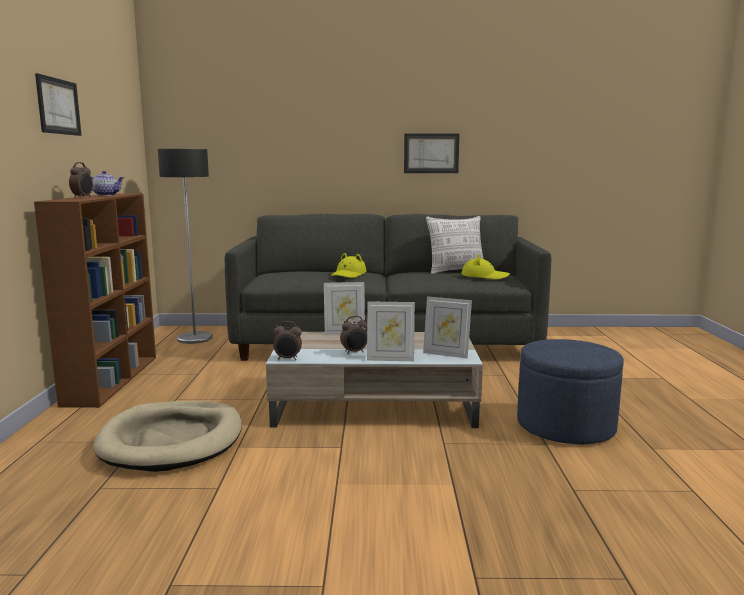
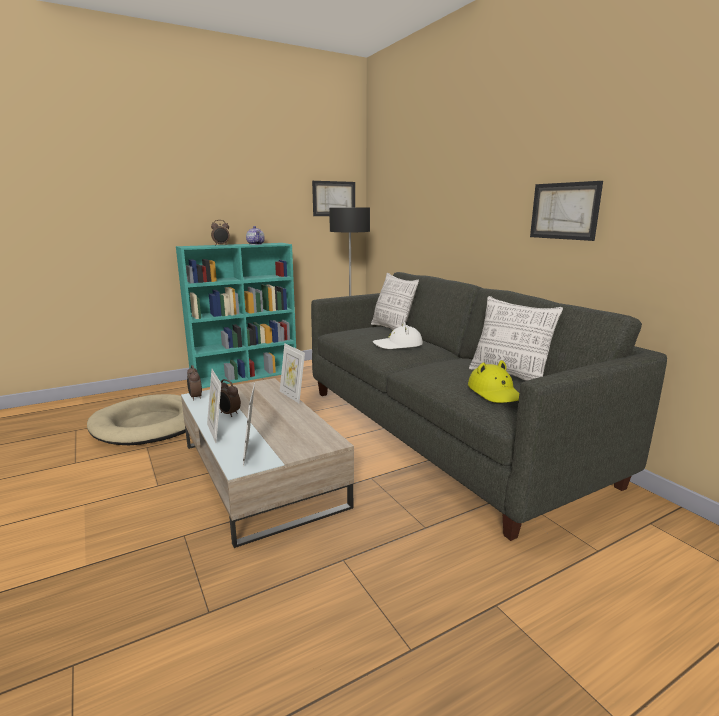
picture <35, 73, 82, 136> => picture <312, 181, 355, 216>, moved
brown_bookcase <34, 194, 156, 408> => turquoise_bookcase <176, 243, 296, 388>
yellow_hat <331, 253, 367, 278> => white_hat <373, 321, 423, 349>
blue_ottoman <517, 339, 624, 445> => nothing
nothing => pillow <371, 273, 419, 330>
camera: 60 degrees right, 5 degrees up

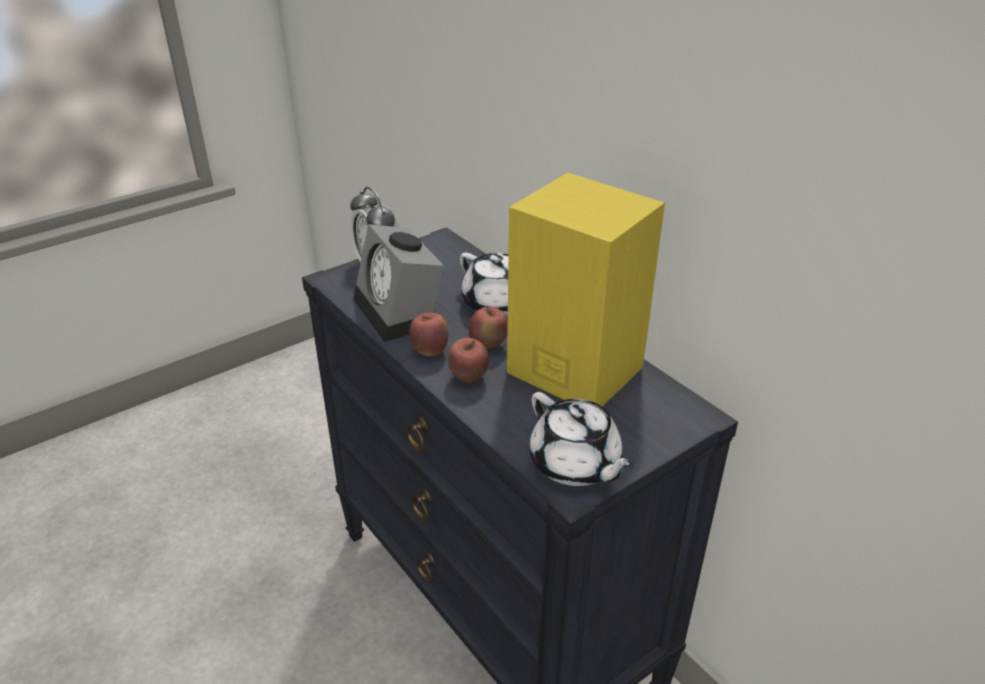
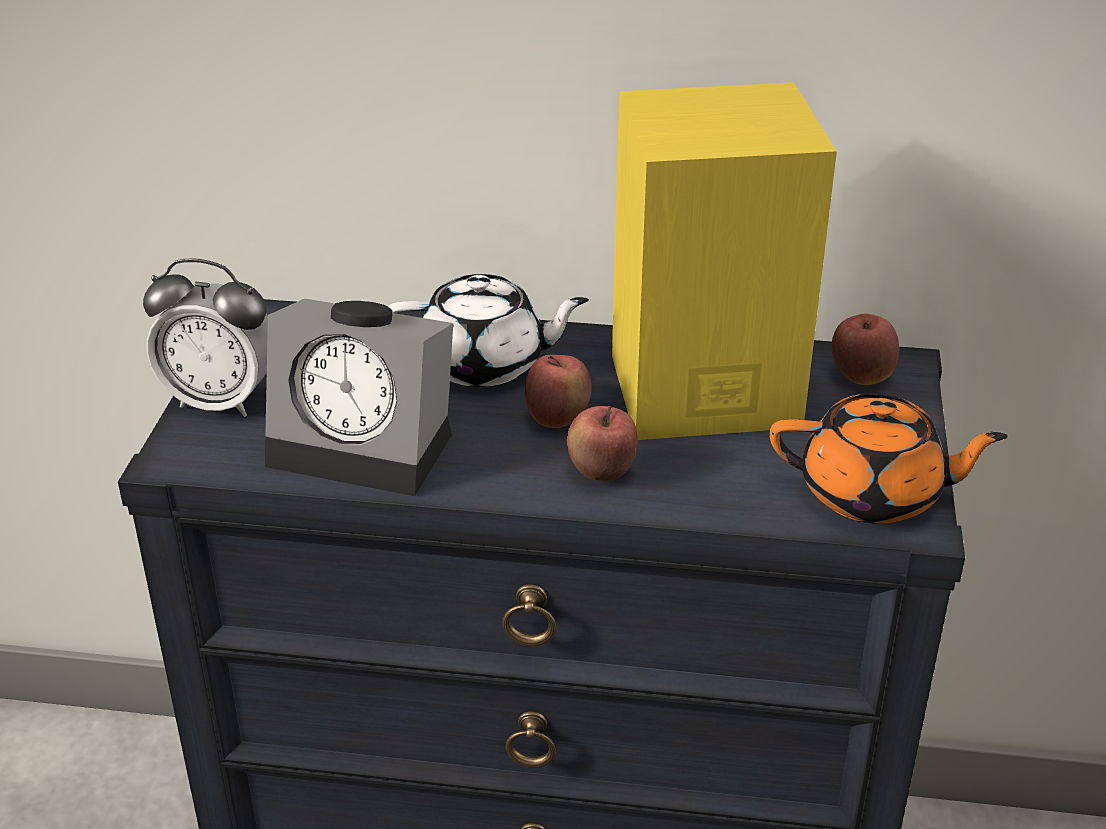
apple <409, 313, 449, 356> => apple <832, 314, 899, 385>, moved
white_teapot <529, 392, 635, 486> => orange_teapot <770, 393, 1008, 524>
camera: 45 degrees left, 0 degrees up

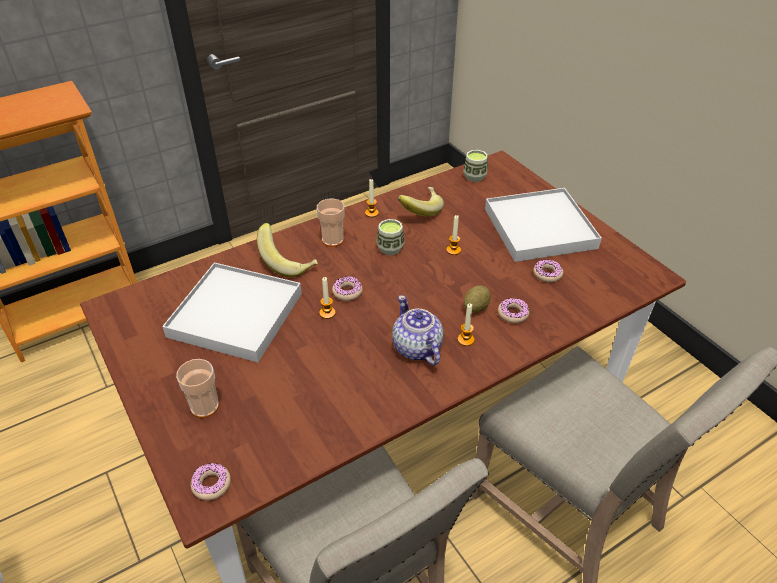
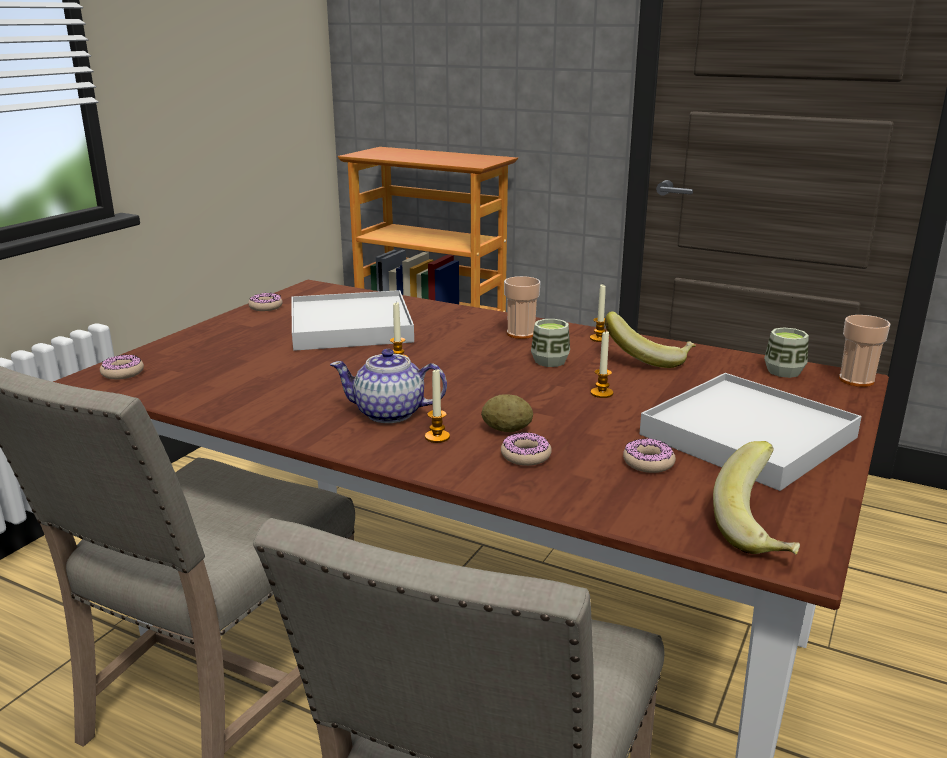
banana <257, 223, 318, 278> => banana <713, 441, 800, 555>, moved
donut <332, 276, 363, 301> => donut <248, 293, 283, 311>, moved
teapot <392, 295, 443, 365> => teapot <330, 349, 447, 423>, 120 degrees counterclockwise
cup <176, 359, 219, 418> => cup <839, 315, 890, 387>, moved
camera: 60 degrees right, 20 degrees down

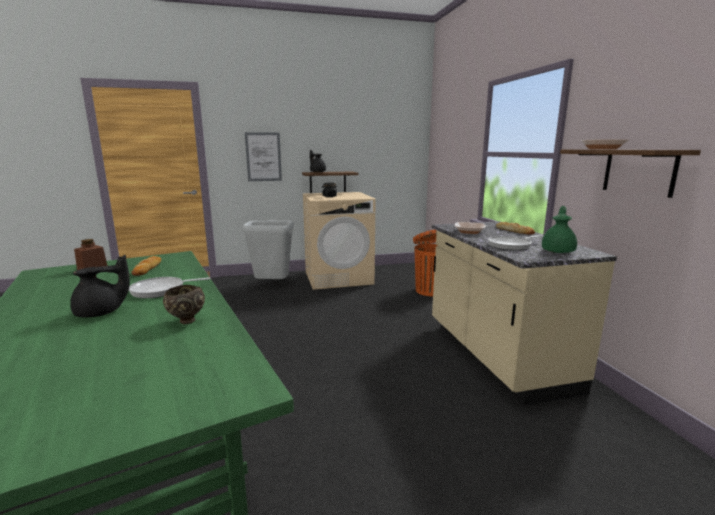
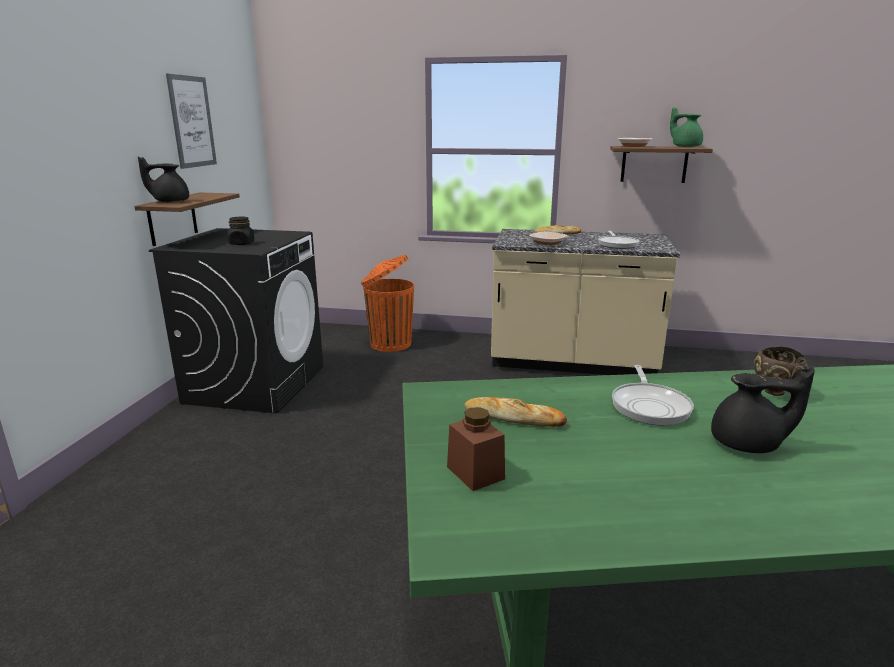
picture <245, 132, 282, 181> => picture <166, 73, 217, 169>, moved
beige_washing_machine <303, 192, 376, 290> => black_washing_machine <149, 228, 323, 413>
green_teapot <542, 206, 577, 253> => green_teapot <670, 107, 703, 147>, moved
grey_trash_can <242, 221, 294, 279> => nothing
black_teapot <70, 255, 130, 317> => black_teapot <711, 367, 815, 453>, 105 degrees clockwise
camera: 65 degrees left, 5 degrees up

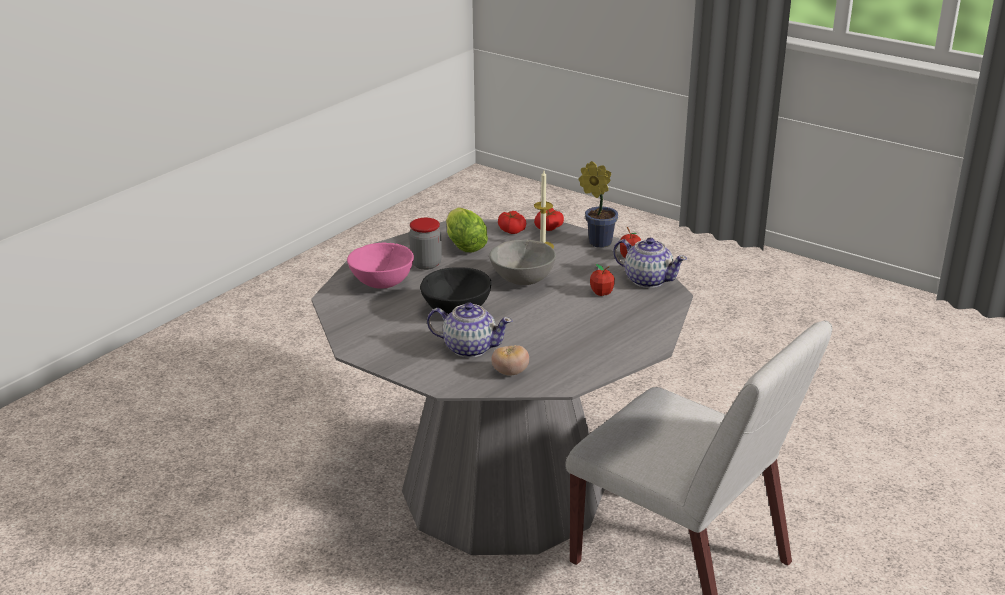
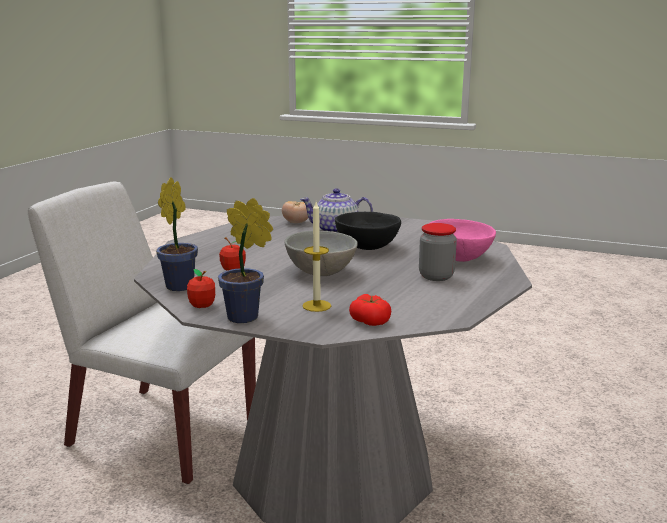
lettuce <446, 207, 488, 252> => nothing
tomato <534, 208, 564, 231> => nothing
teapot <613, 238, 687, 288> => potted_plant <156, 177, 198, 291>
camera: 165 degrees right, 10 degrees down

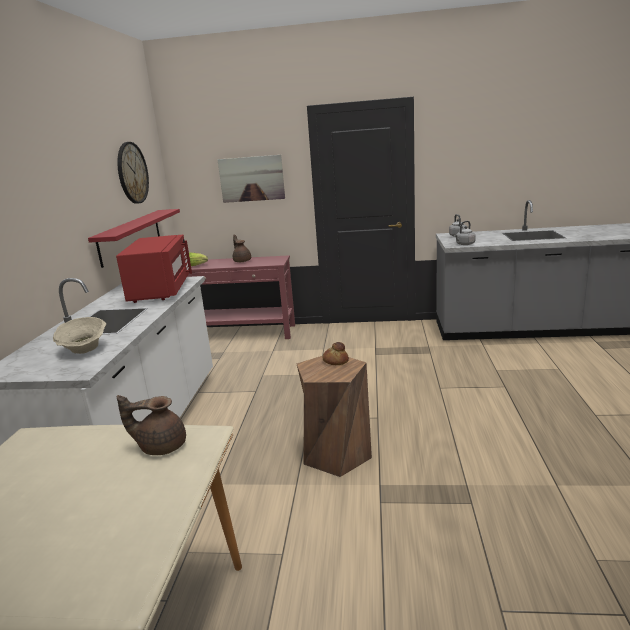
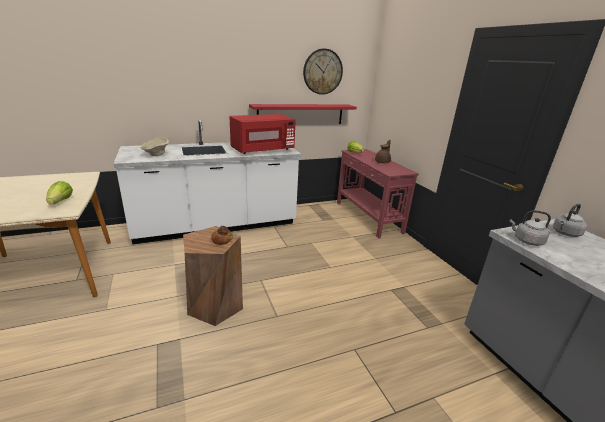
picture <217, 155, 285, 203> => nothing
brown_teapot <117, 395, 186, 455> => lettuce <46, 181, 73, 204>
camera: 60 degrees right, 5 degrees up

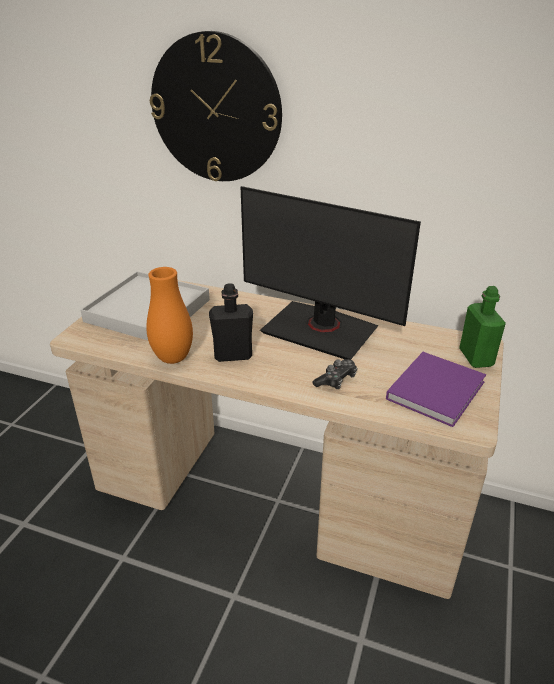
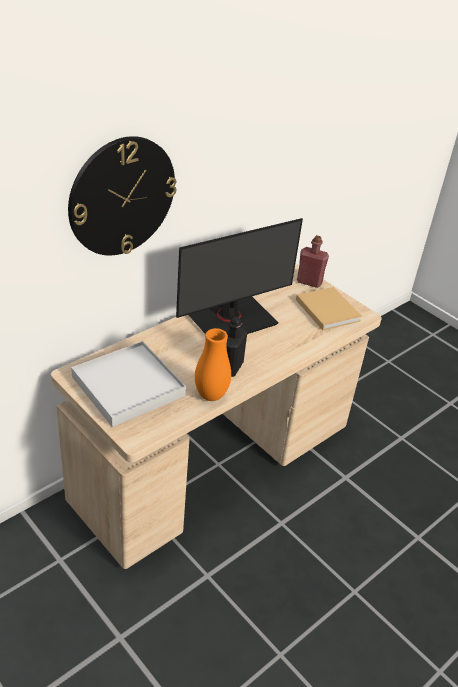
green_bottle <459, 286, 506, 368> => red_bottle <297, 235, 329, 288>
purple_book <386, 352, 486, 427> => beige_book <296, 287, 362, 330>
game_controller <312, 359, 357, 389> => nothing
camera: 65 degrees left, 5 degrees up

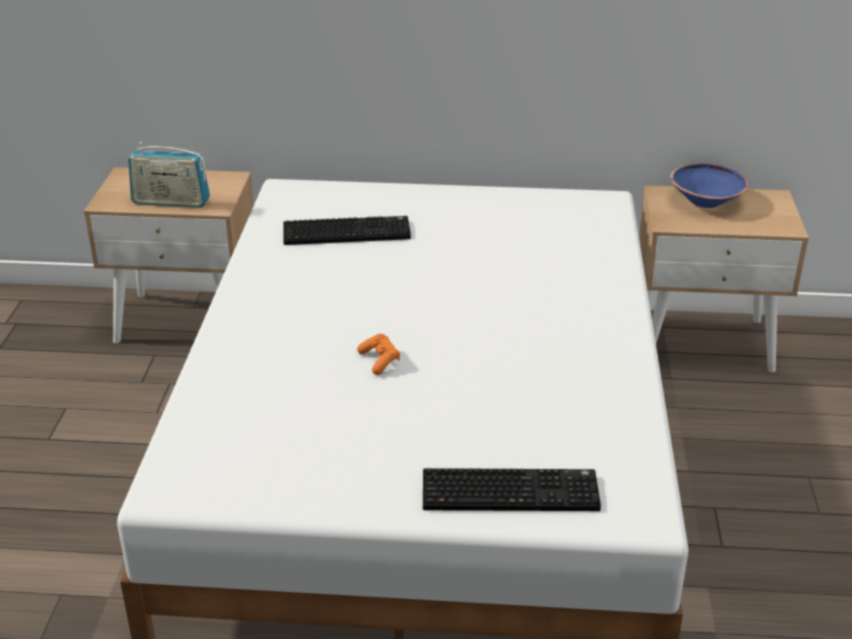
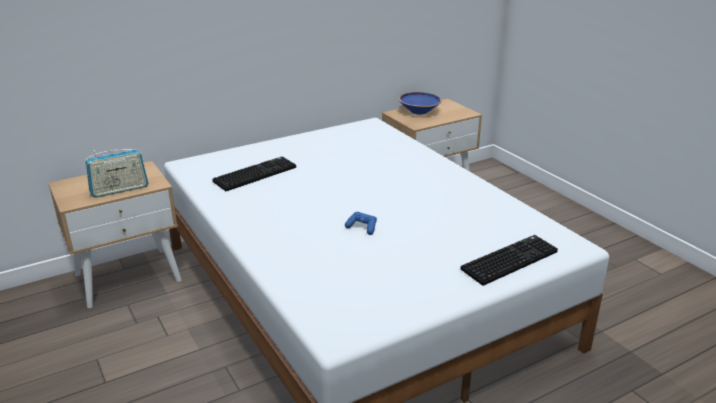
orange_game_controller <357, 334, 400, 375> => blue_game_controller <345, 212, 377, 235>
camera: 35 degrees left, 5 degrees down

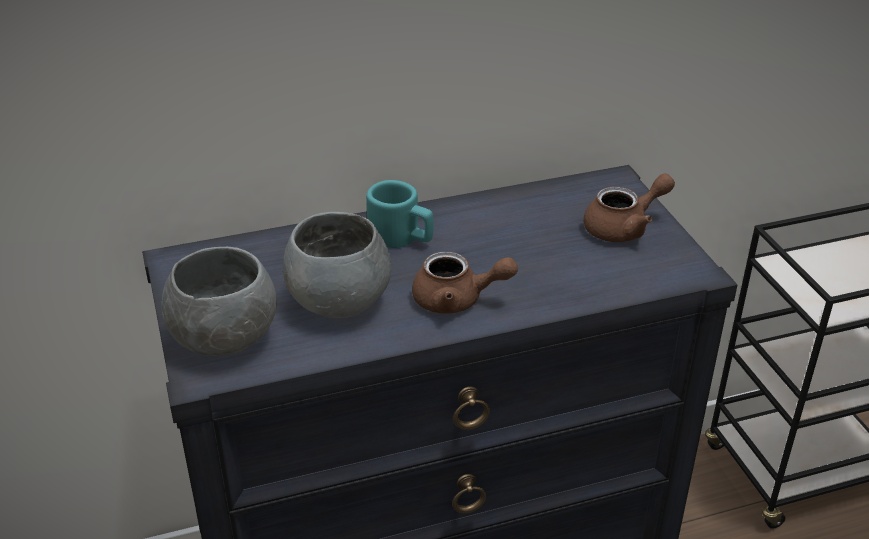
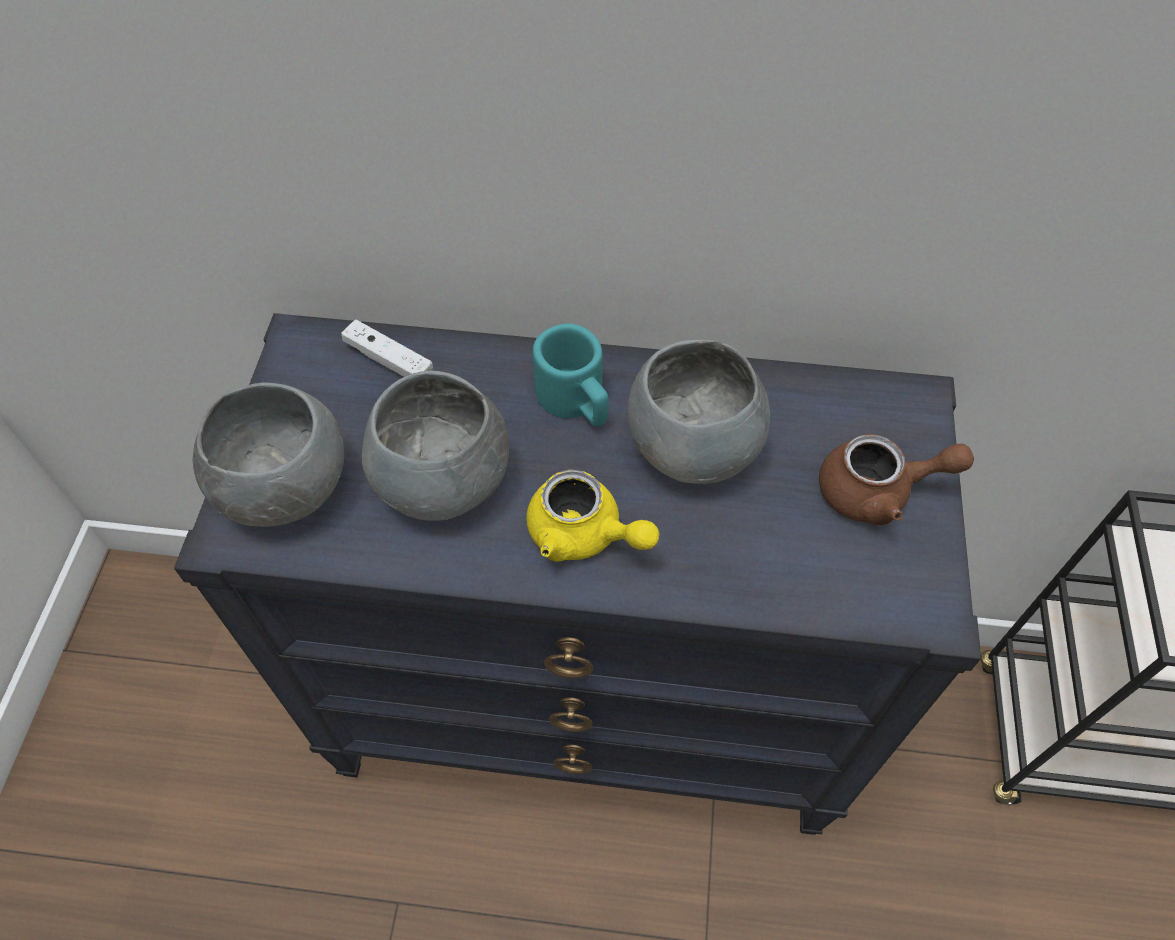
brown_teapot <412, 252, 518, 314> => yellow_teapot <526, 470, 659, 562>
nothing => white_game_controller <341, 320, 433, 377>
nothing => grey_bowl <627, 340, 770, 484>
camera: 25 degrees right, 20 degrees up

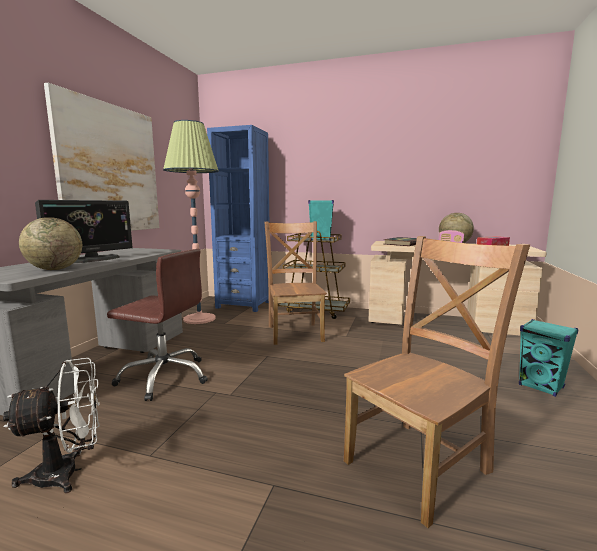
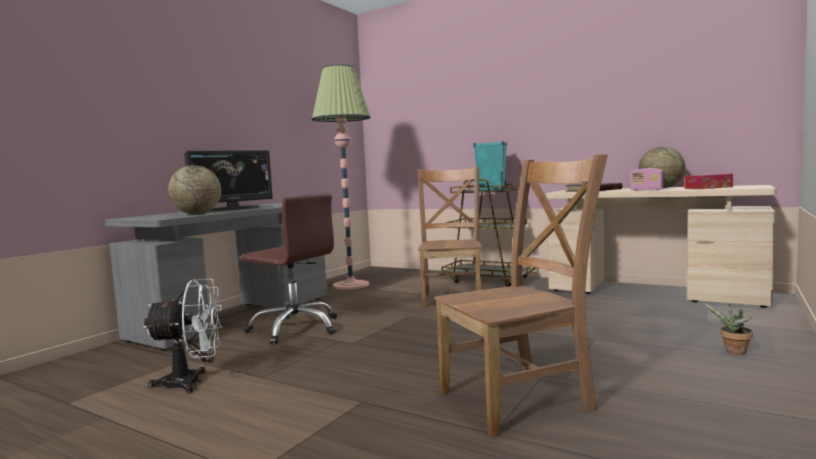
picture <44, 83, 159, 231> => nothing
blue_bookcase <207, 125, 269, 312> => nothing
turquoise_speaker <519, 319, 578, 397> => potted_plant <701, 301, 753, 355>
camera: 15 degrees right, 5 degrees down

